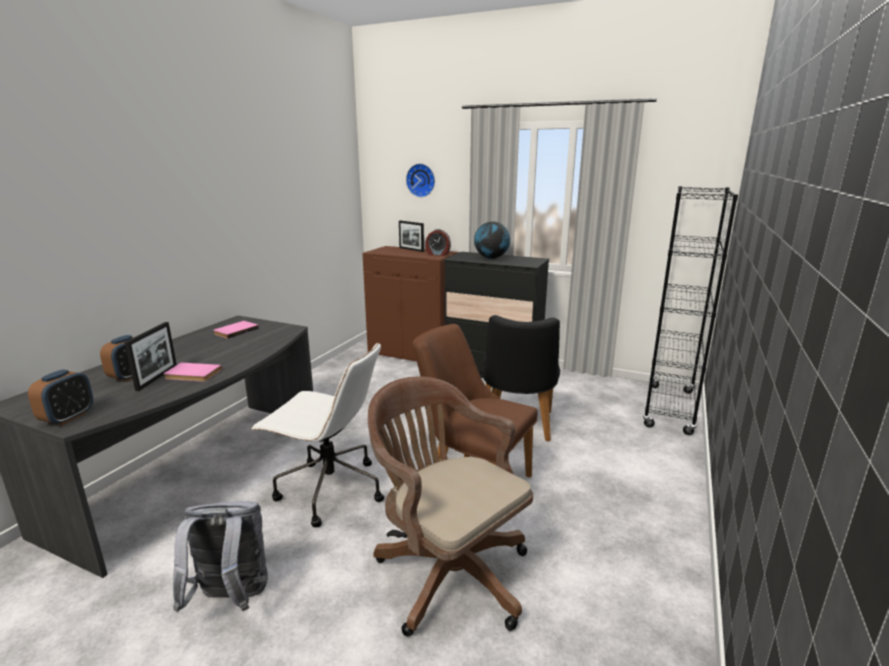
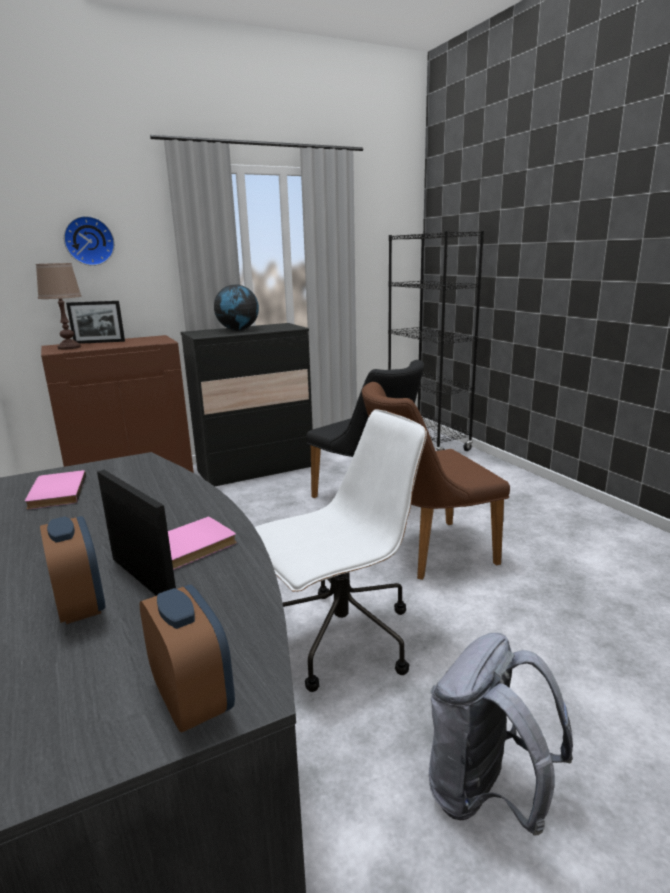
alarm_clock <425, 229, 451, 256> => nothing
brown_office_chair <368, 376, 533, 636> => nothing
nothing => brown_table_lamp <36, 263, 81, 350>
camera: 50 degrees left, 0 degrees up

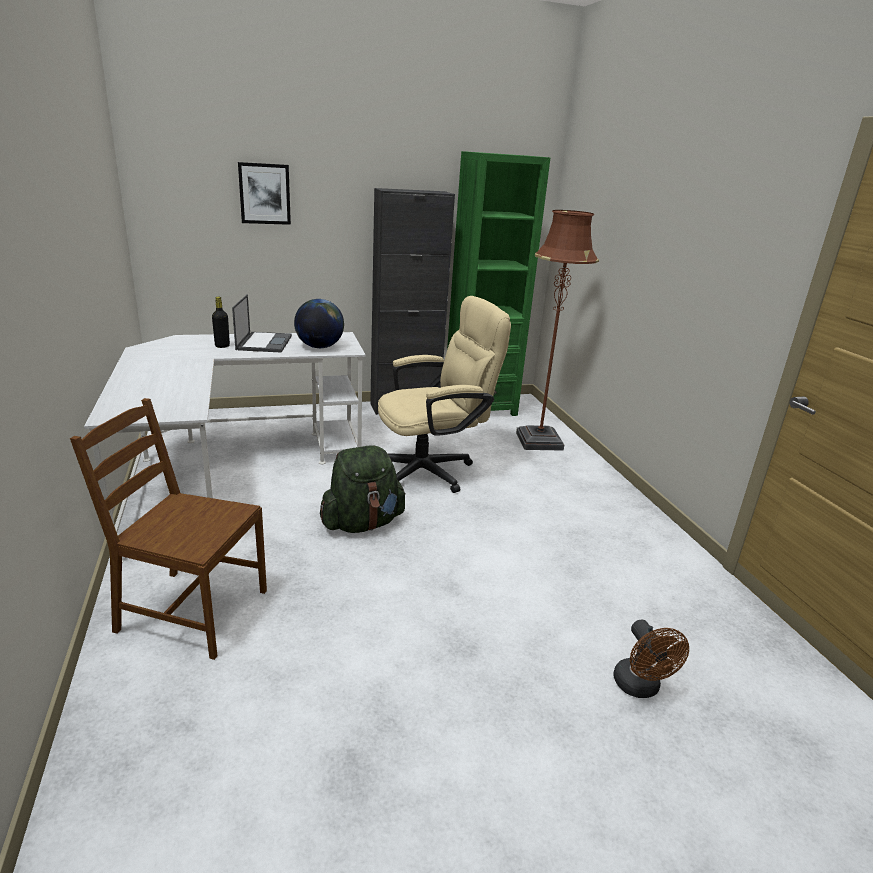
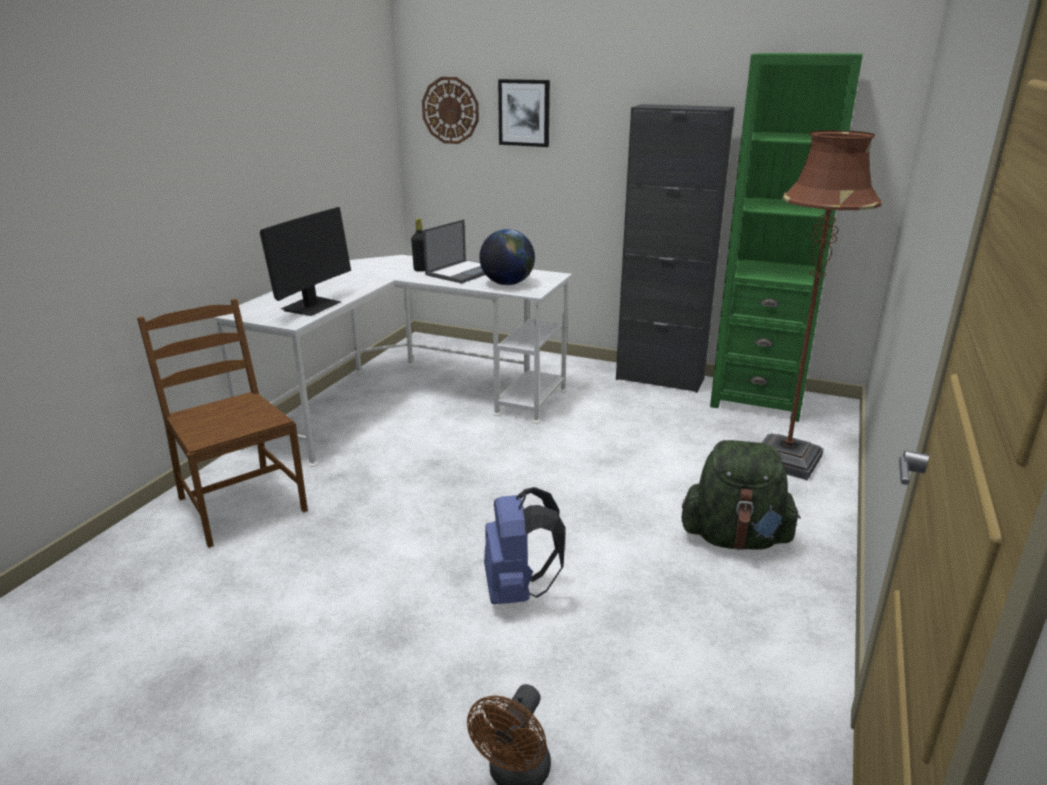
beige_office_chair <378, 296, 511, 493> => nothing
green_backpack <320, 445, 406, 533> => green_backpack <682, 440, 801, 550>, moved
nothing => wall_clock <422, 77, 479, 144>
nothing => monitor <260, 207, 351, 316>
nothing => blue_backpack <484, 487, 566, 604>
camera: 40 degrees right, 0 degrees up

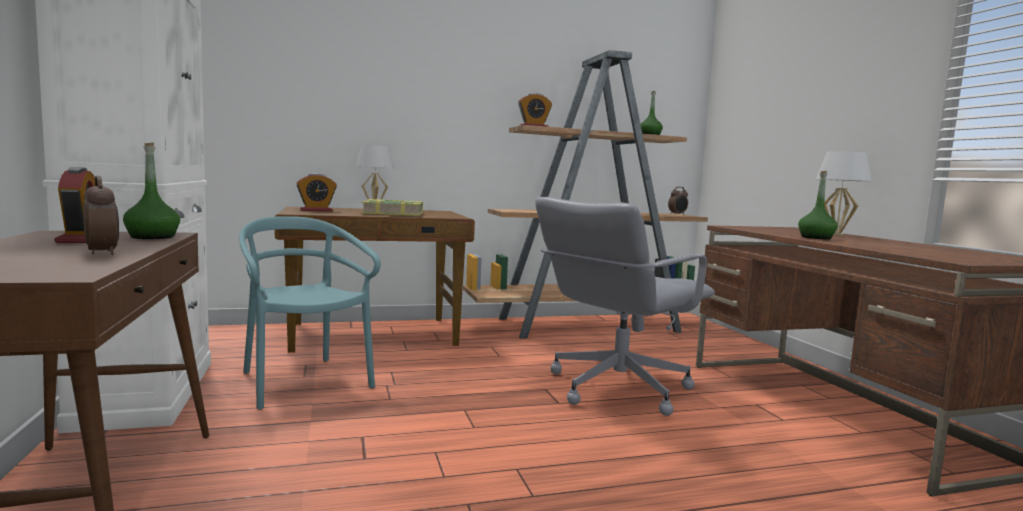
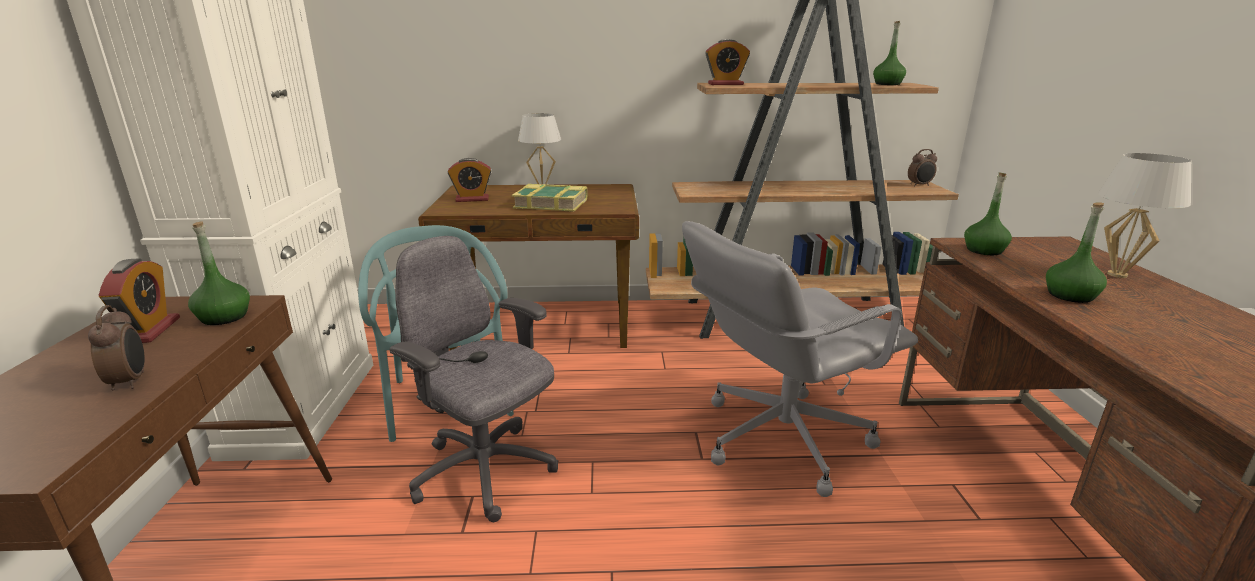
nothing => green_bottle <964, 172, 1012, 255>
nothing => grey_office_chair <389, 236, 558, 522>
camera: 15 degrees right, 15 degrees up

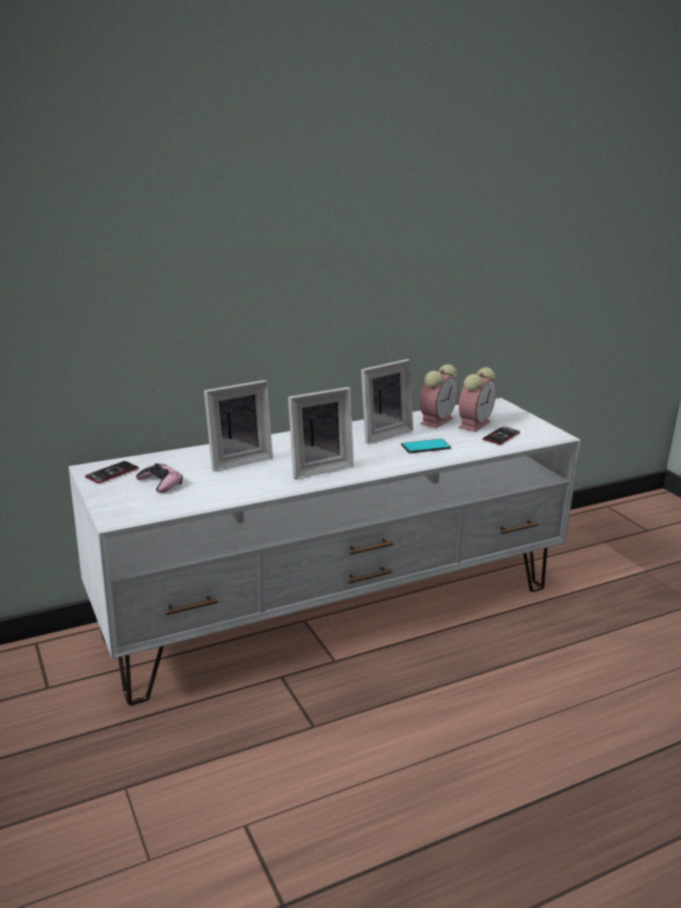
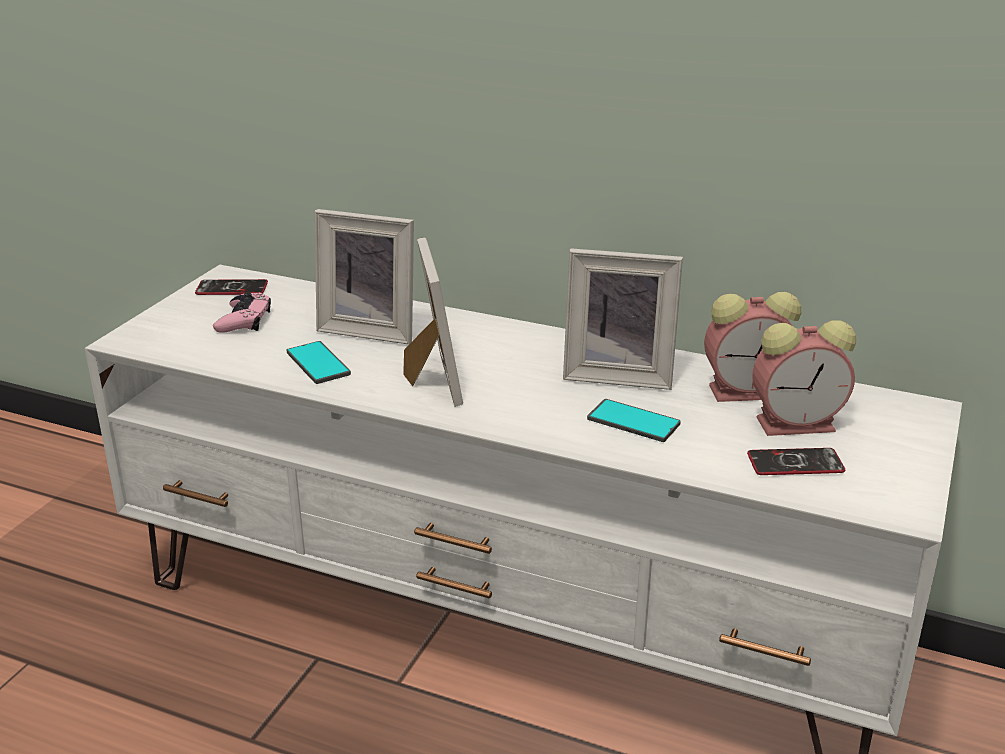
picture_frame <288, 387, 354, 479> => picture_frame <403, 237, 463, 407>, 120 degrees counterclockwise
nothing => phone <287, 341, 351, 384>
camera: 50 degrees right, 5 degrees up

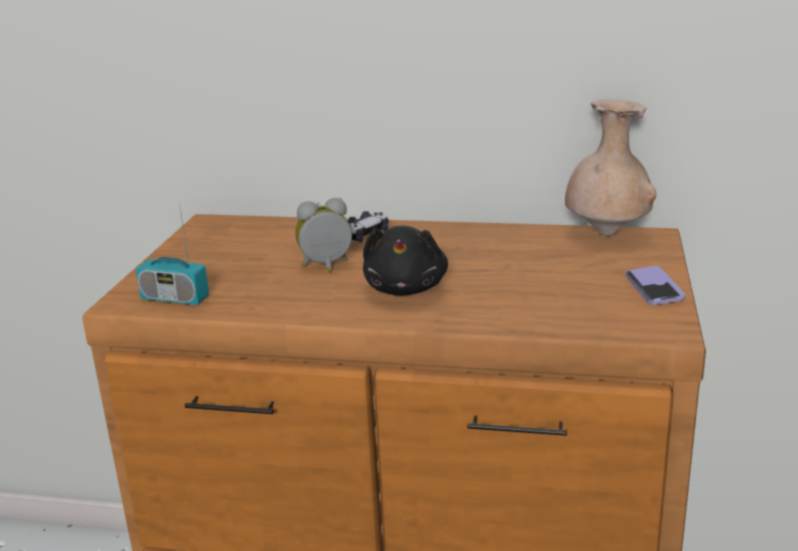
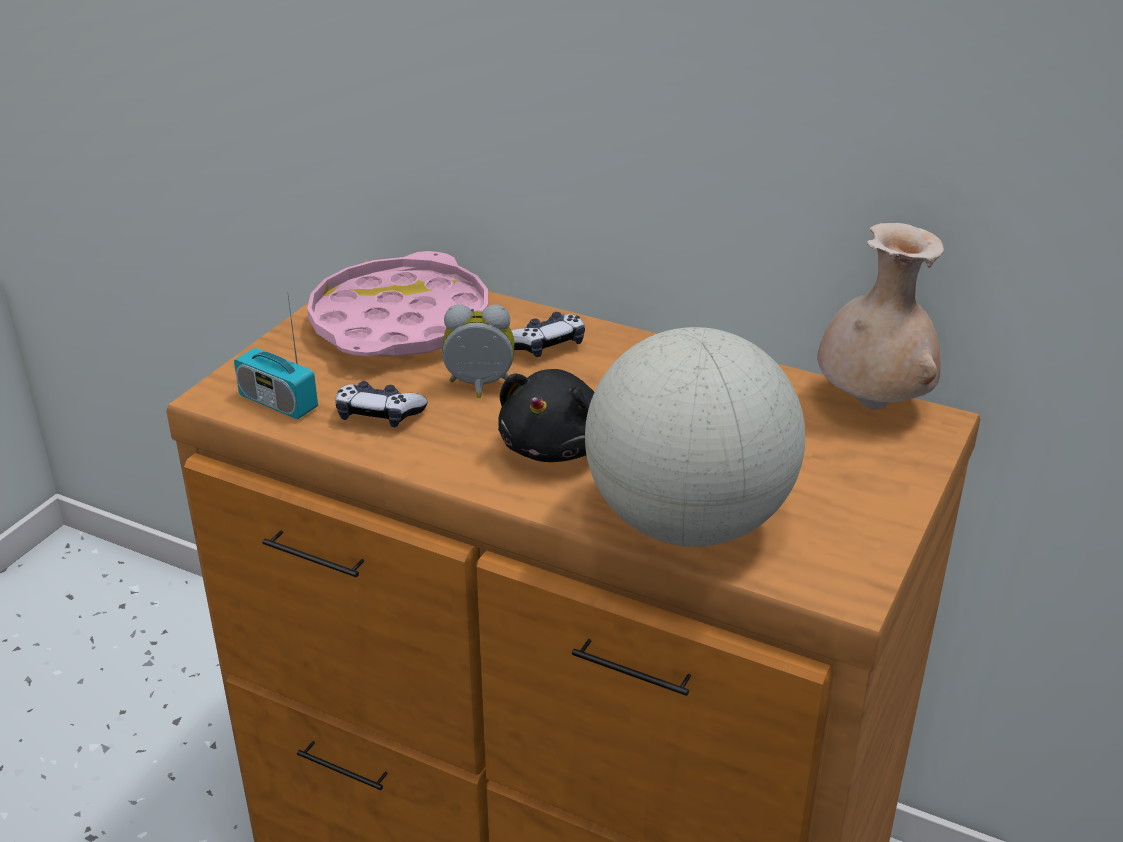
phone <626, 266, 685, 305> => nothing
nothing => pink_tray <307, 251, 488, 357>
nothing => globe <585, 327, 805, 547>
nothing => game_controller <335, 381, 428, 428>
camera: 15 degrees right, 10 degrees up

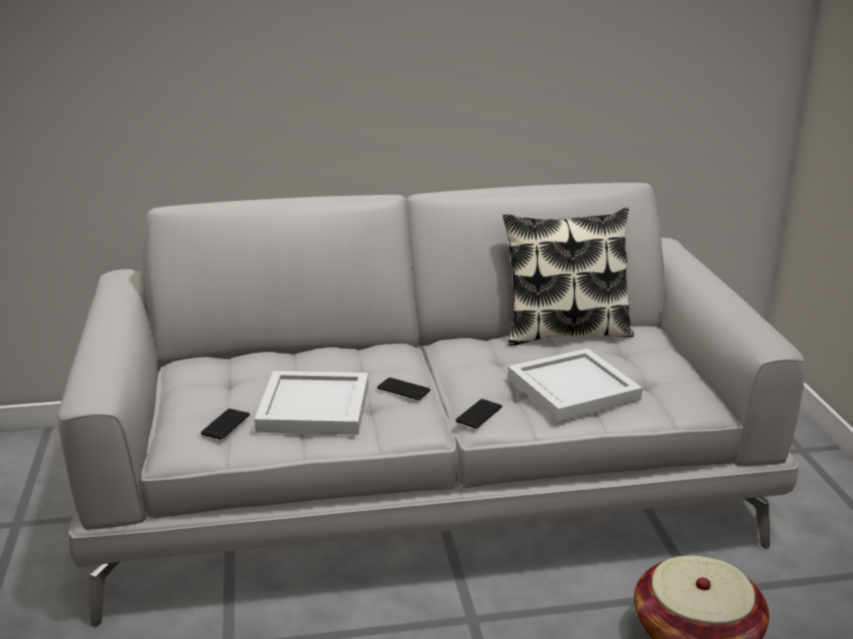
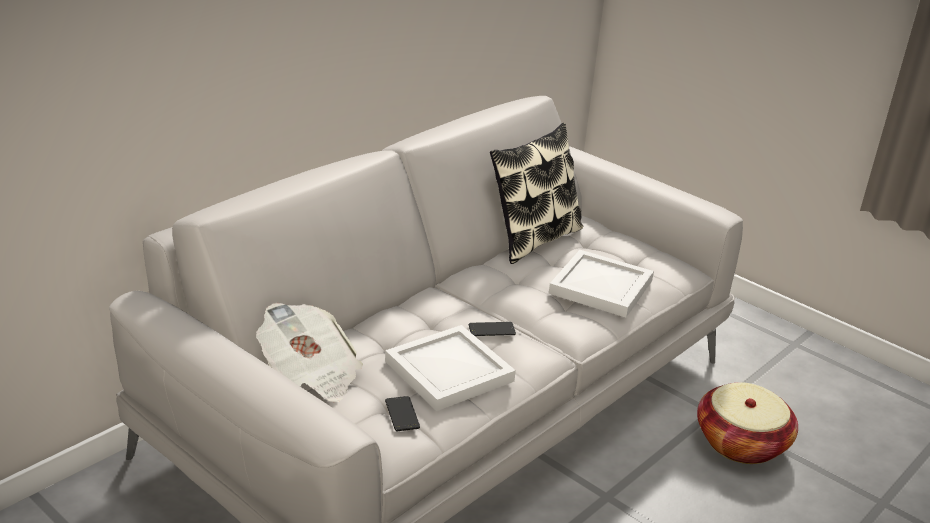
phone <456, 399, 502, 428> => nothing
nothing => newspaper <256, 302, 363, 402>
camera: 40 degrees left, 5 degrees up

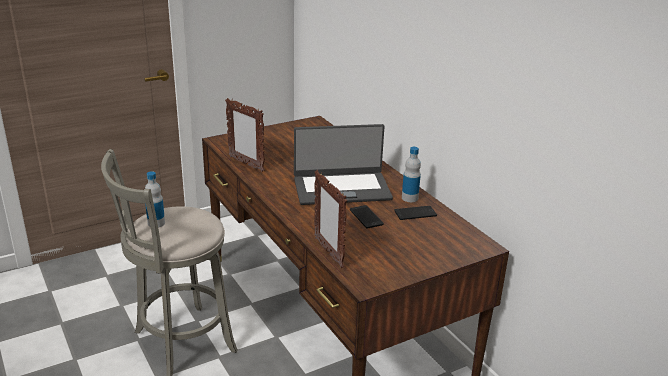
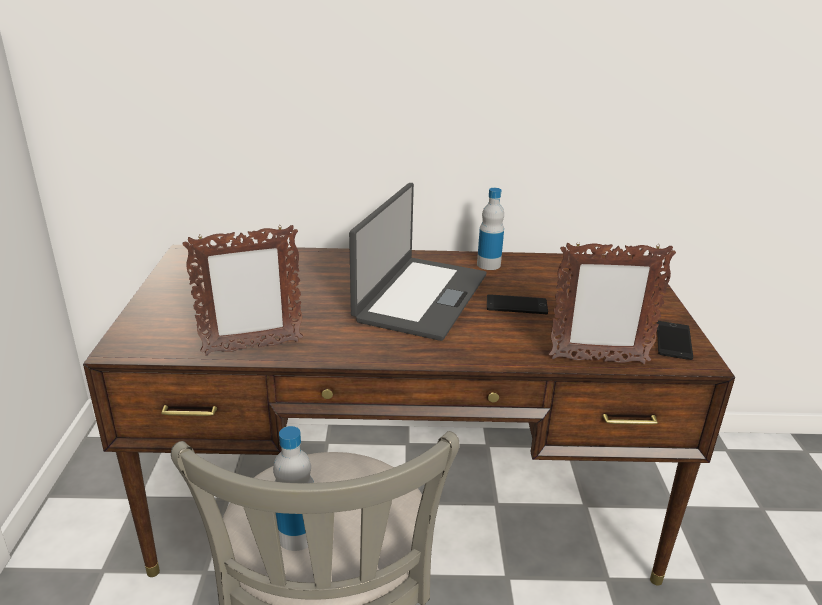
phone <394, 206, 437, 220> => phone <657, 321, 693, 360>, moved
camera: 60 degrees left, 0 degrees up

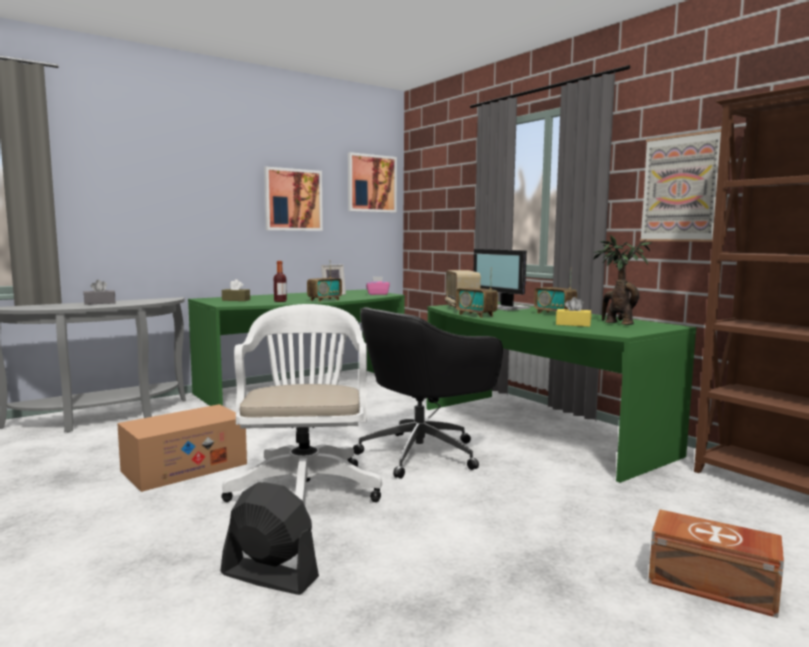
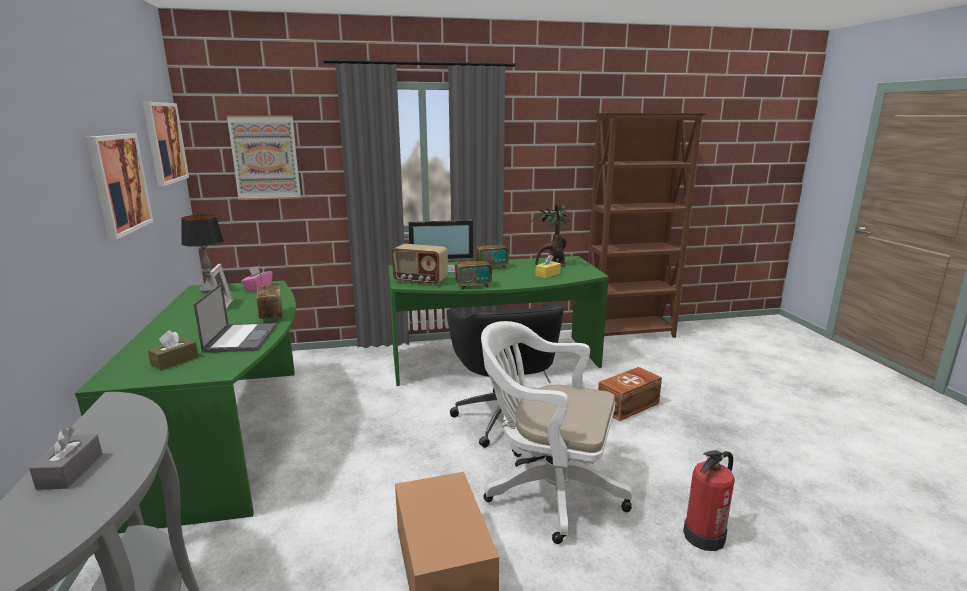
picture <640, 129, 721, 242> => picture <227, 115, 301, 200>, moved
bottle <274, 261, 287, 302> => laptop <193, 283, 277, 353>
black_fan <220, 482, 319, 595> => fire_extinguisher <683, 450, 735, 551>
brown_storage_box <648, 509, 784, 618> => brown_storage_box <598, 367, 662, 421>, moved
nothing => table_lamp <181, 214, 224, 292>
camera: 65 degrees left, 10 degrees up

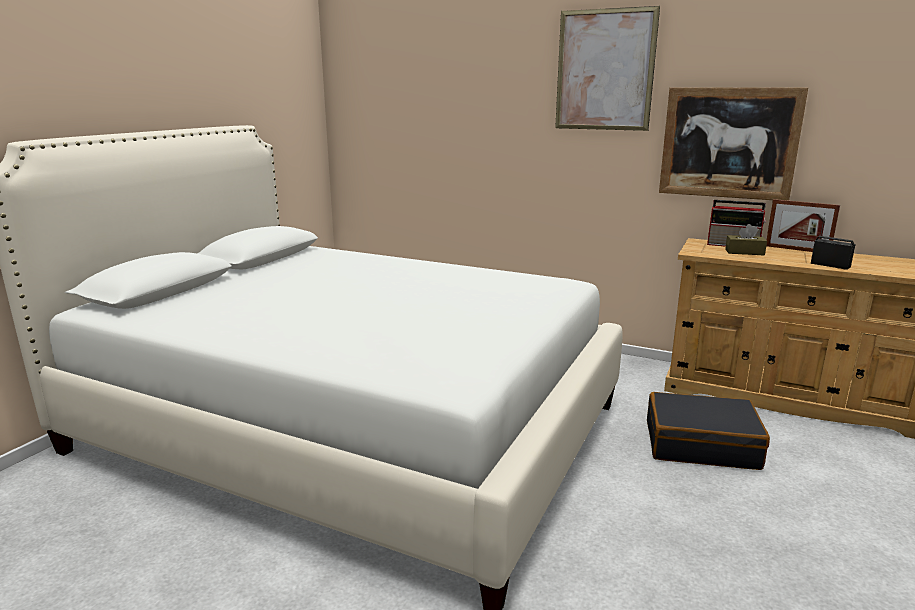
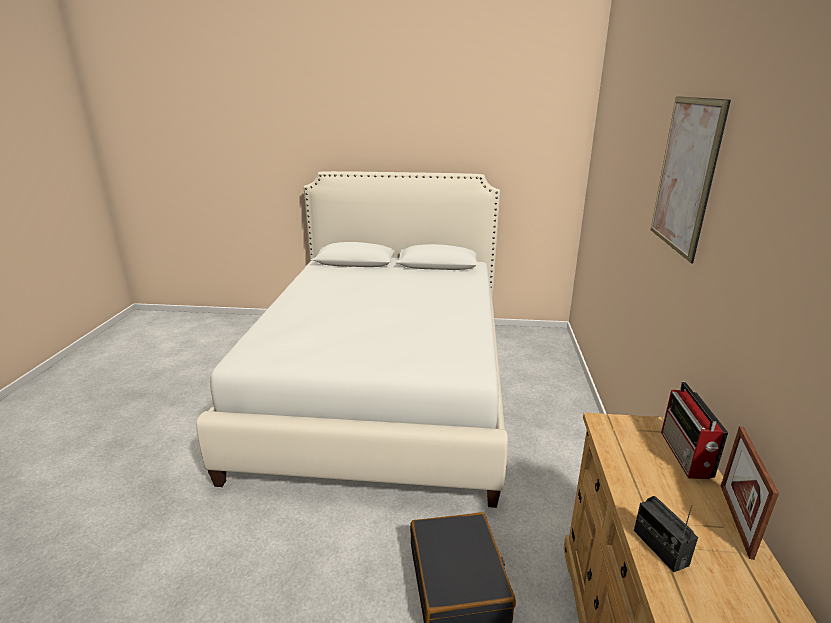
picture <659, 88, 808, 201> => nothing
radio <811, 215, 856, 270> => radio <634, 496, 698, 572>, 135 degrees clockwise
brown_tissue_box <725, 224, 767, 255> => nothing
camera: 70 degrees right, 5 degrees up

